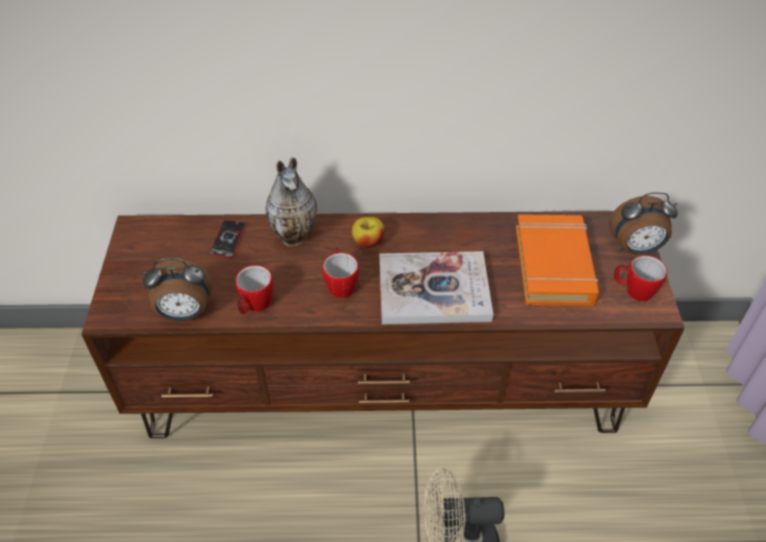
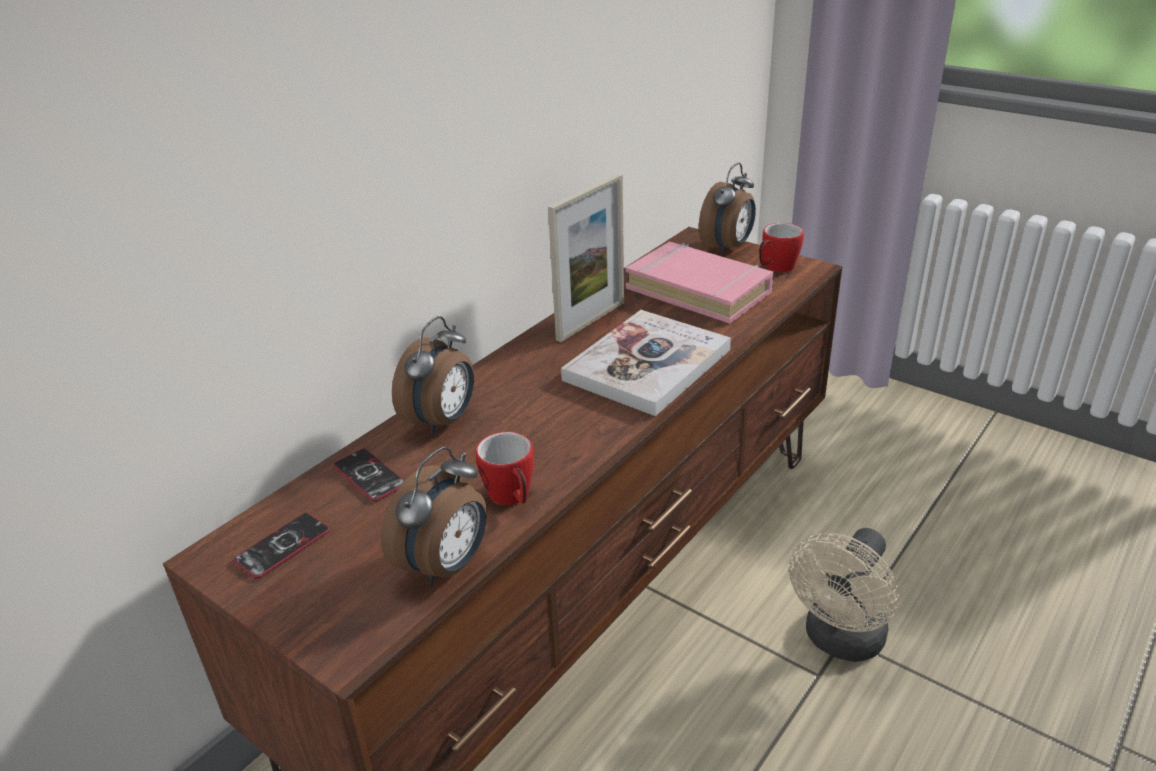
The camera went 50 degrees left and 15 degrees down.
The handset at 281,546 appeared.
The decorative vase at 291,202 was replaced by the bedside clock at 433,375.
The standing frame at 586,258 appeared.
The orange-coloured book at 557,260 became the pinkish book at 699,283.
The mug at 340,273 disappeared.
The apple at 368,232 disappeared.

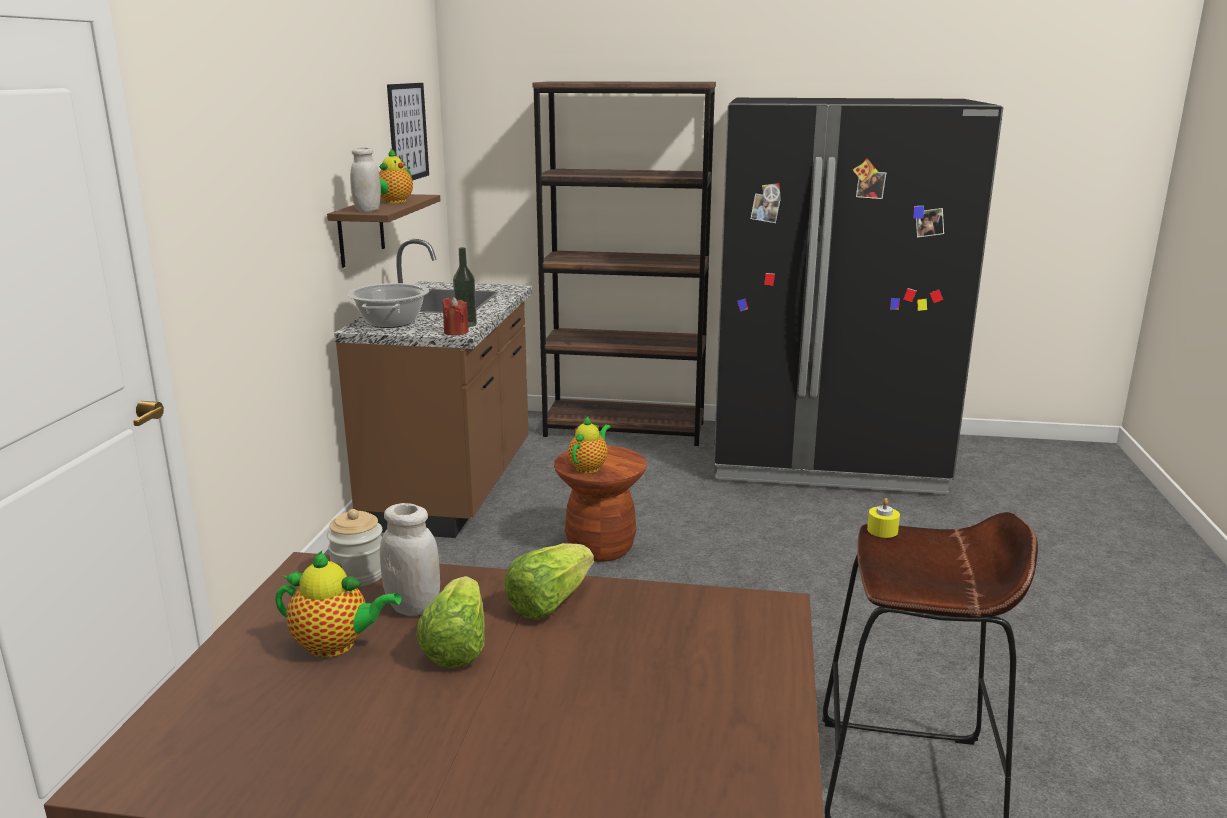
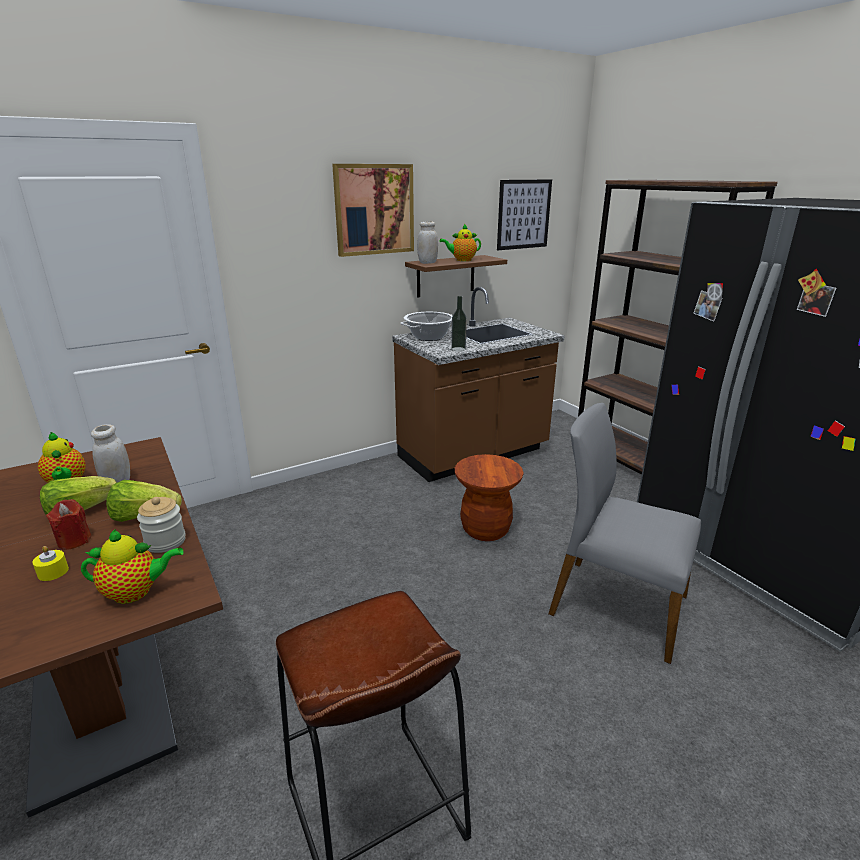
The camera went 50 degrees right and 5 degrees up.
The yellowish candle moved from 883,518 to 50,563.
The red-coloured candle moved from 455,316 to 68,524.
The pot for tea moved from 589,444 to 132,566.
The preserve jar moved from 354,548 to 161,525.
The wall art at 373,210 appeared.
The grey upright chair at 624,533 appeared.

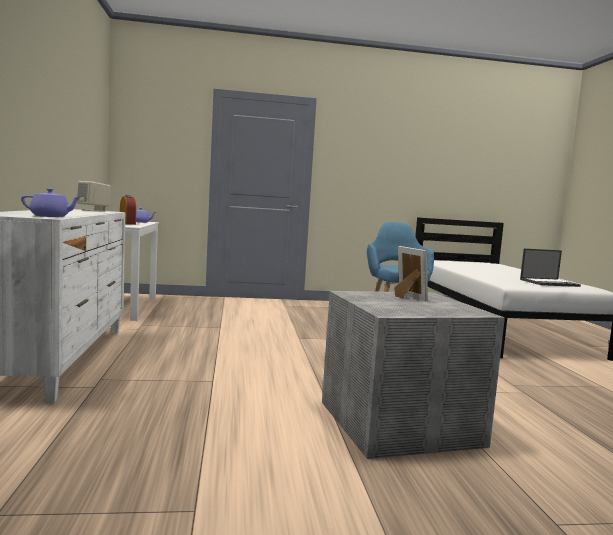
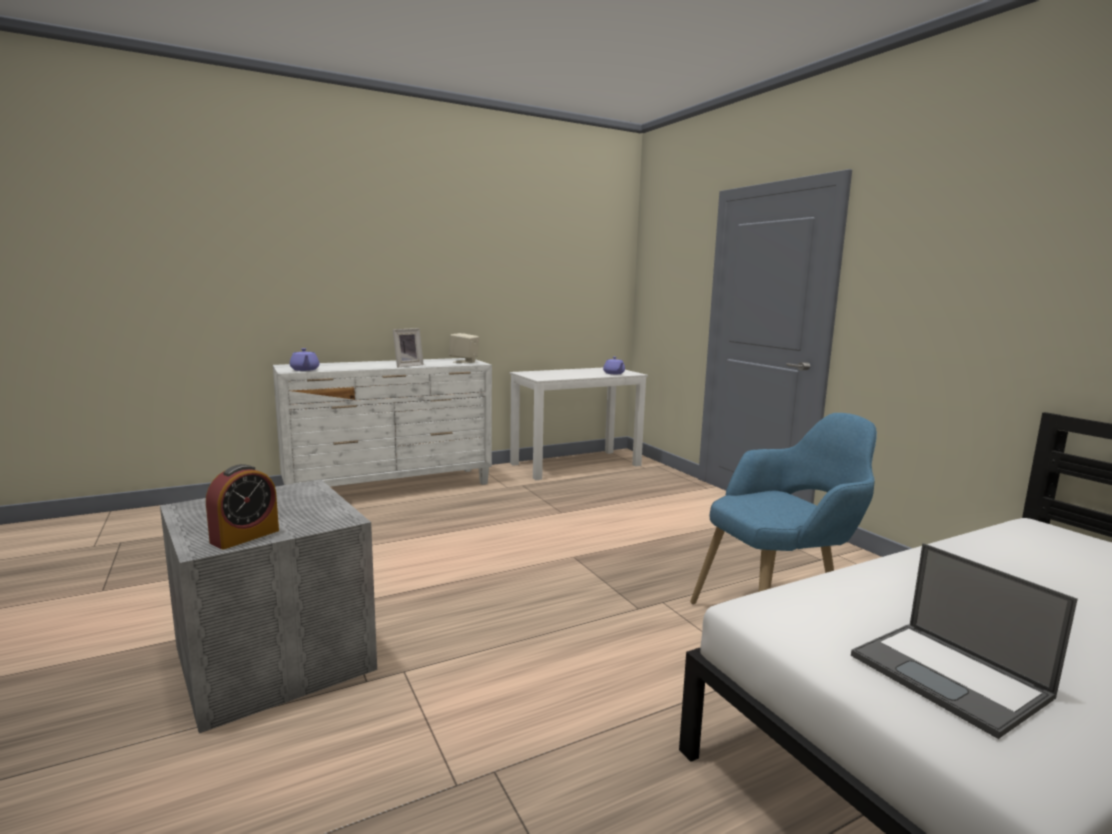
The camera went 70 degrees right and 5 degrees up.
The bedside clock moved from 128,210 to 242,506.
The standing frame moved from 411,274 to 408,348.

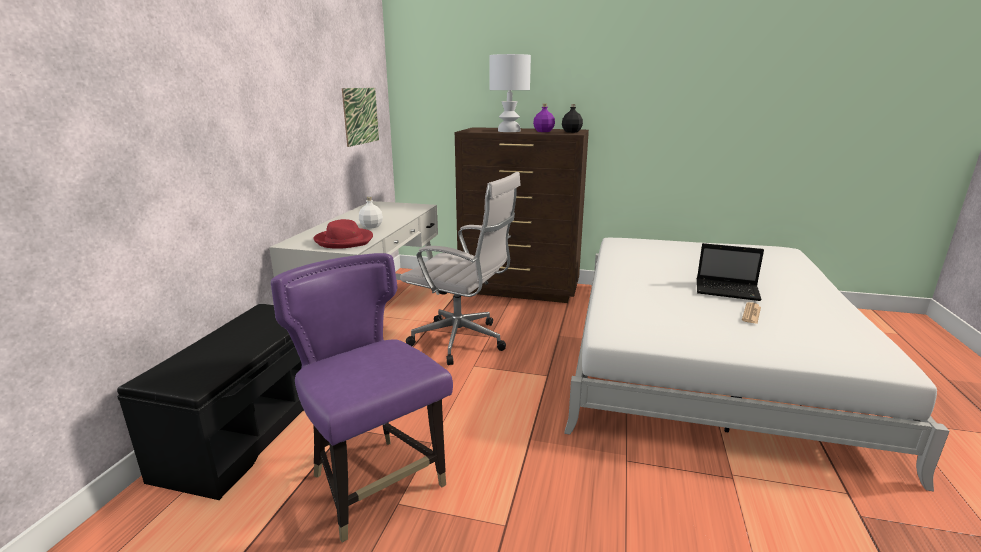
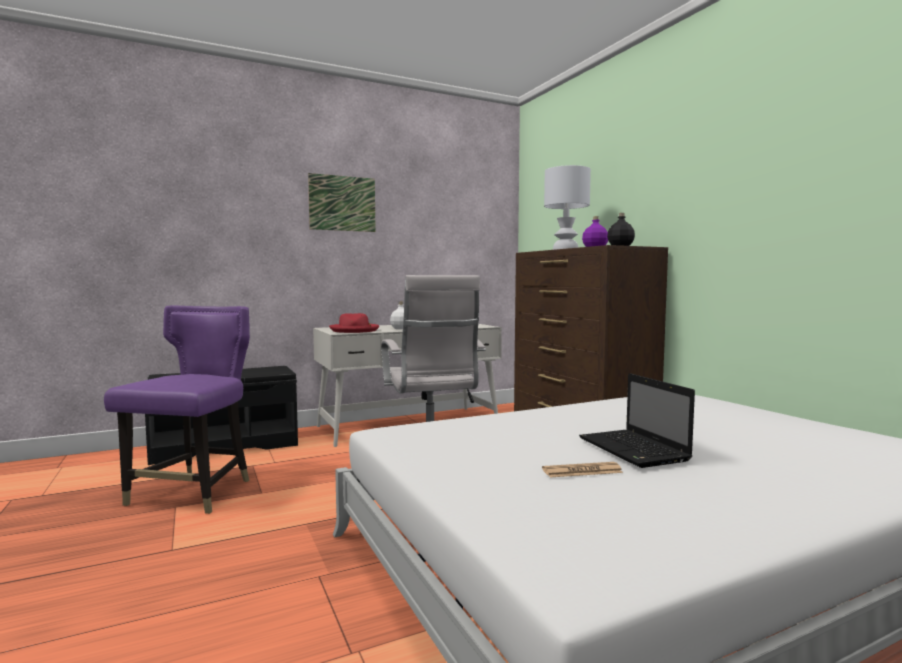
The camera went 50 degrees right and 15 degrees down.
The wall art moved from 360,117 to 342,202.

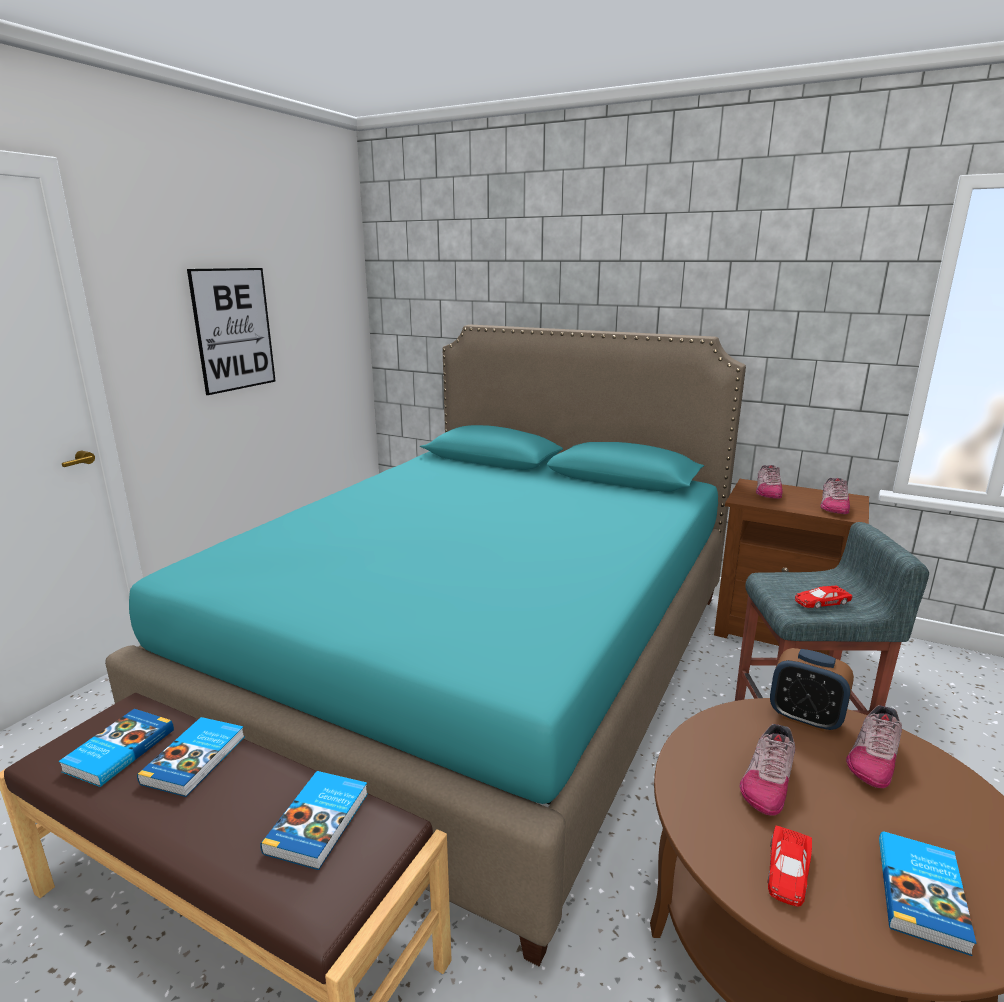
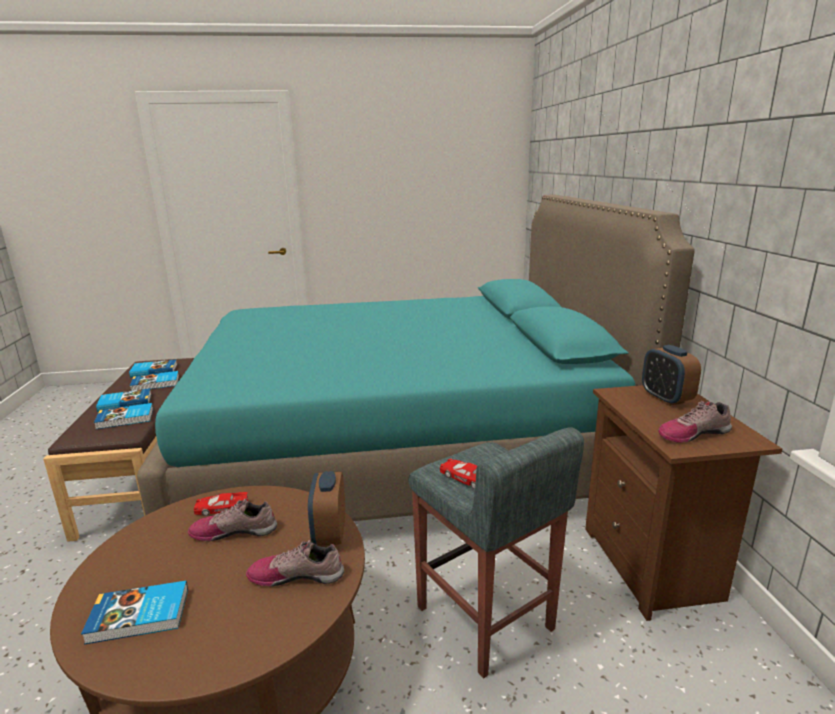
The camera went 55 degrees right and 0 degrees up.
The book at 124,400 appeared.
The red-coloured toy car moved from 789,866 to 220,504.
The item of footwear at 769,482 was replaced by the bedside clock at 671,375.
The wall art at 231,331 disappeared.

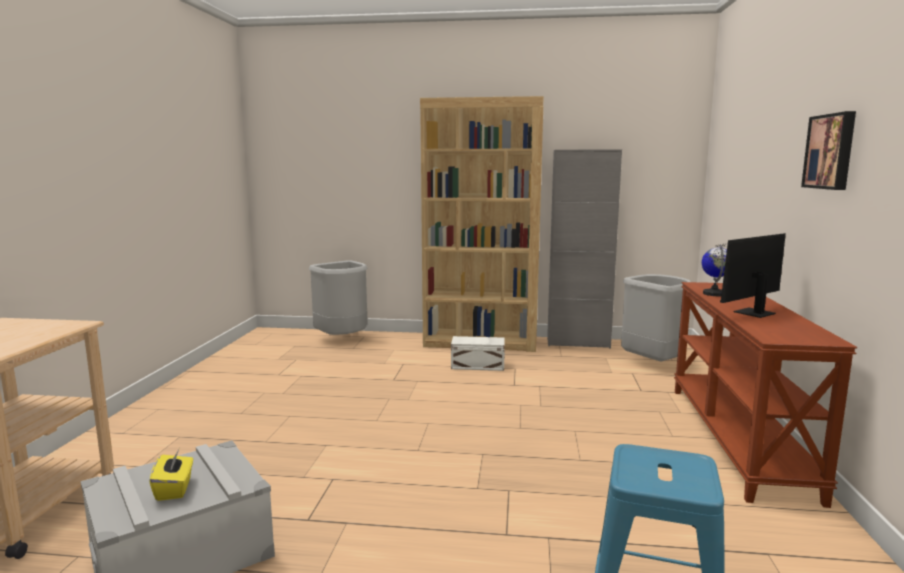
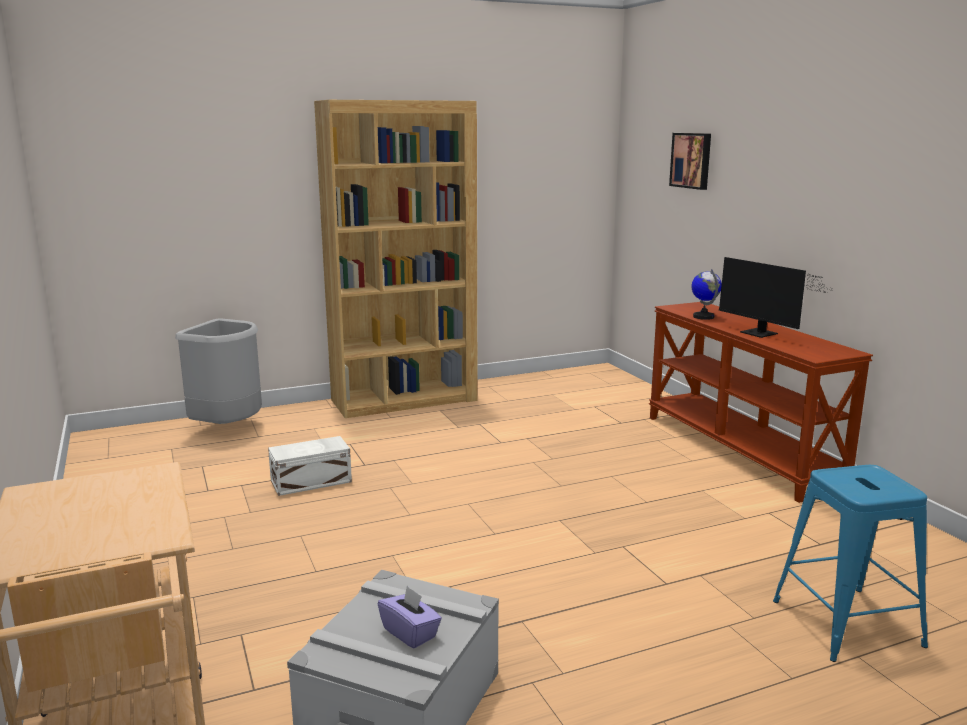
The camera went 30 degrees left and 5 degrees up.
The whitish storage container moved from 478,353 to 310,466.
The yellowish tissue box at 171,475 became the purplish tissue box at 410,617.
The wall art moved from 828,150 to 690,161.
The monitor at 745,275 turned 60 degrees counterclockwise.
The grey storage cabinet at 584,248 disappeared.
The grey rubbish bin at 656,318 disappeared.

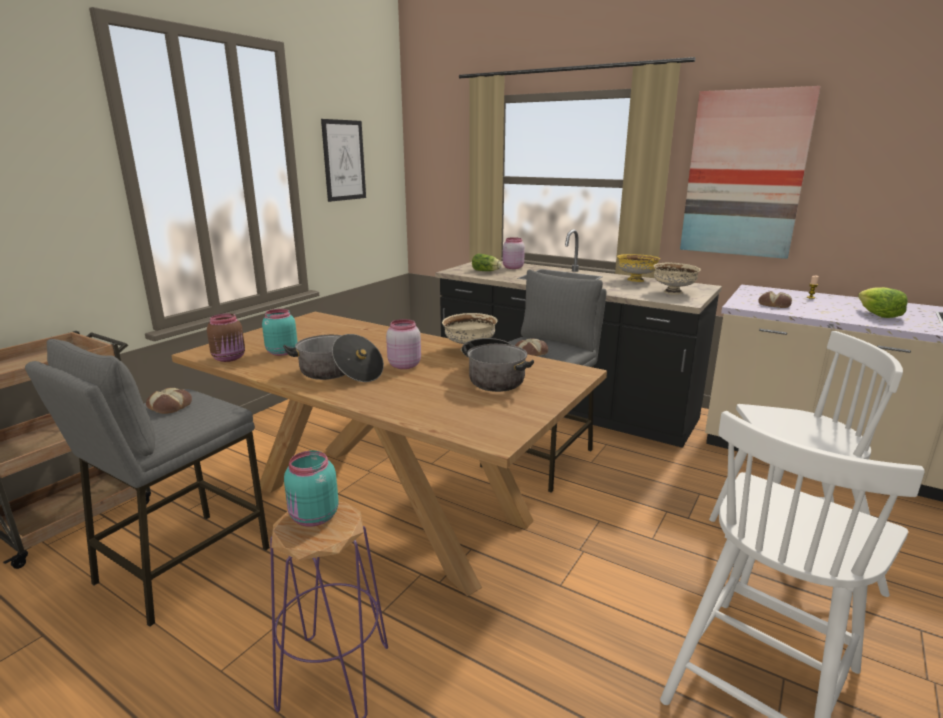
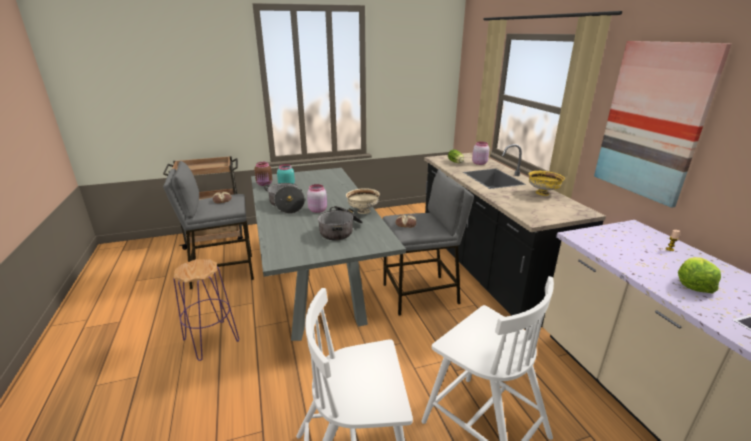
The camera went 40 degrees right and 5 degrees up.
The brown-coloured dinner table at 389,454 became the grey dinner table at 328,254.
The blue-green preserve jar at 311,488 disappeared.
The wall art at 343,160 disappeared.
The sand-coloured deep dish at 677,279 disappeared.
The baked bread at 775,299 disappeared.

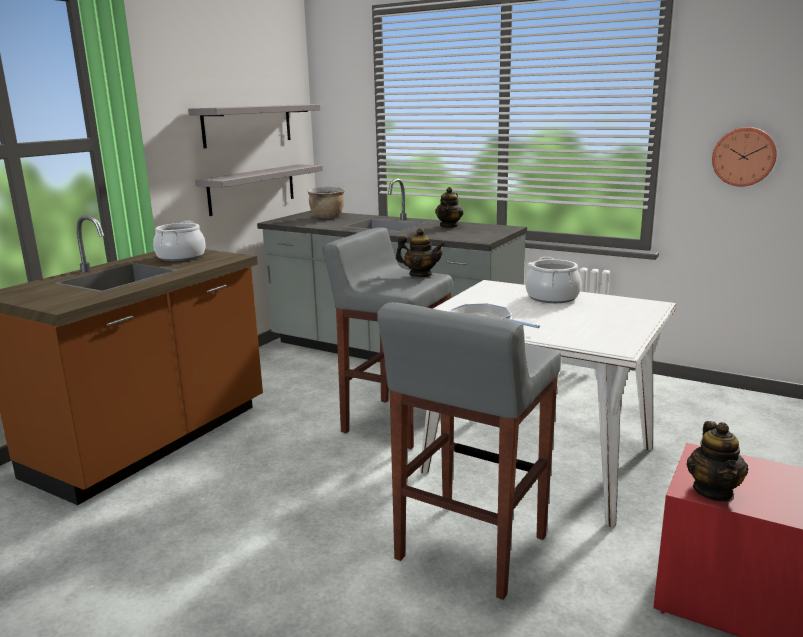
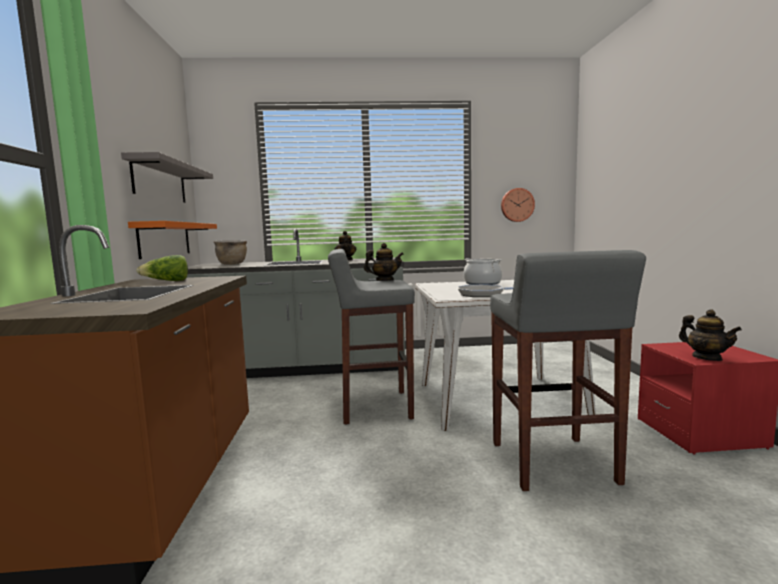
The camera went 35 degrees left and 10 degrees down.
The grey bracket shelf at 259,190 became the orange-coloured bracket shelf at 172,240.
The stockpot at 179,241 was replaced by the head of lettuce at 162,268.

